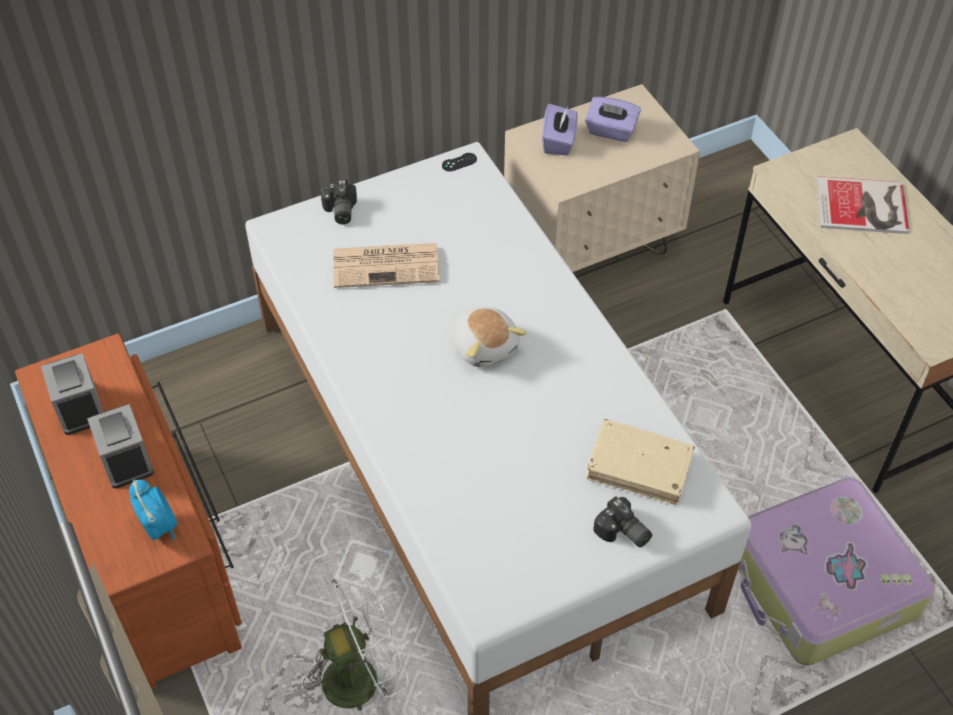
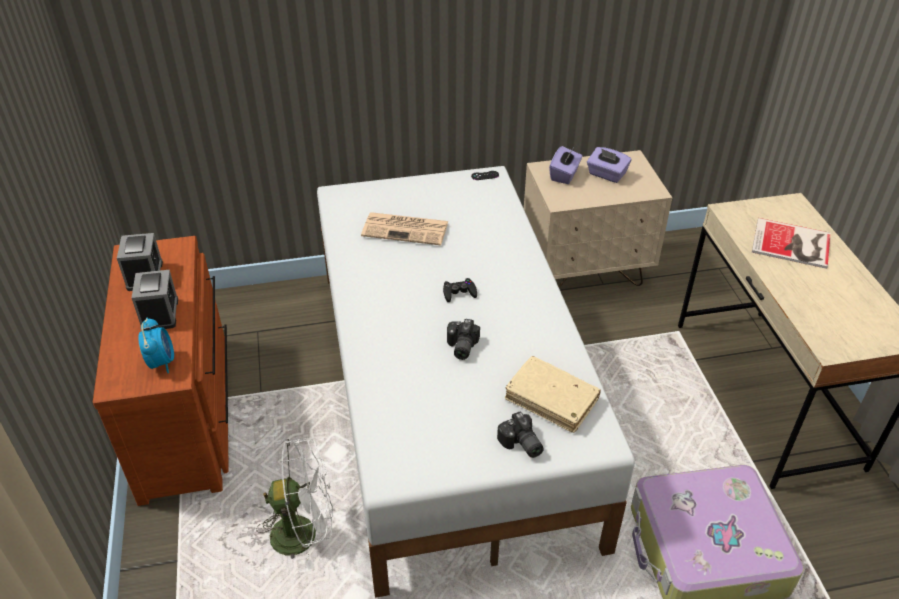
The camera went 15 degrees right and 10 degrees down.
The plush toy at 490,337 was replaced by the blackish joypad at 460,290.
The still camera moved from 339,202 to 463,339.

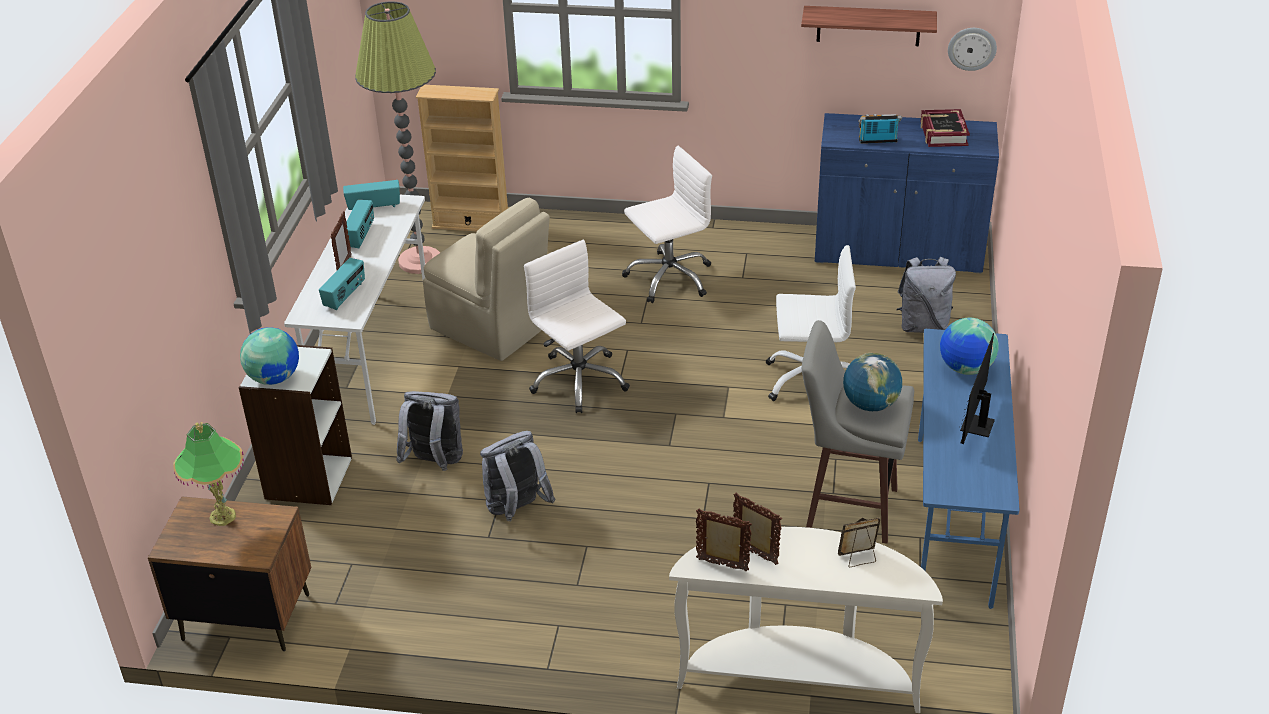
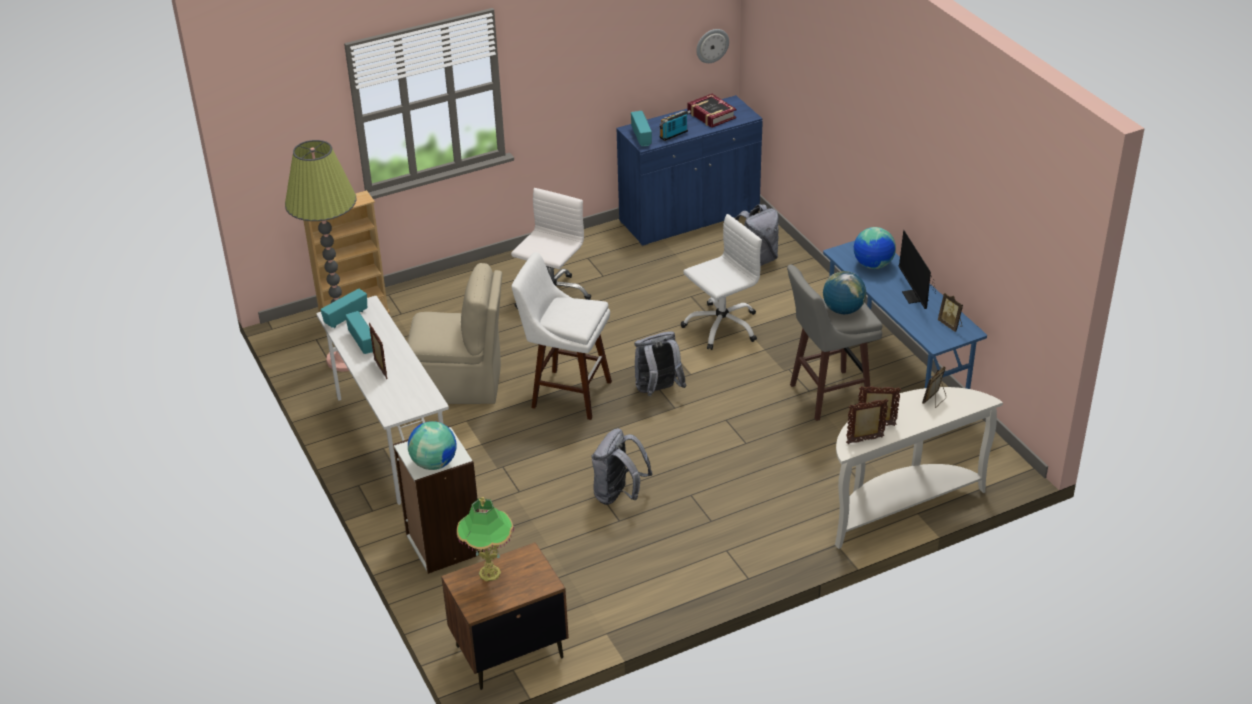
The camera went 35 degrees left and 0 degrees up.
The whitish desk chair at 577,326 was replaced by the whitish sitting stool at 562,336.
The radio moved from 342,284 to 641,128.
The grey knapsack moved from 429,431 to 660,363.
The standing frame at 950,312 appeared.
The bracket shelf at 869,26 disappeared.

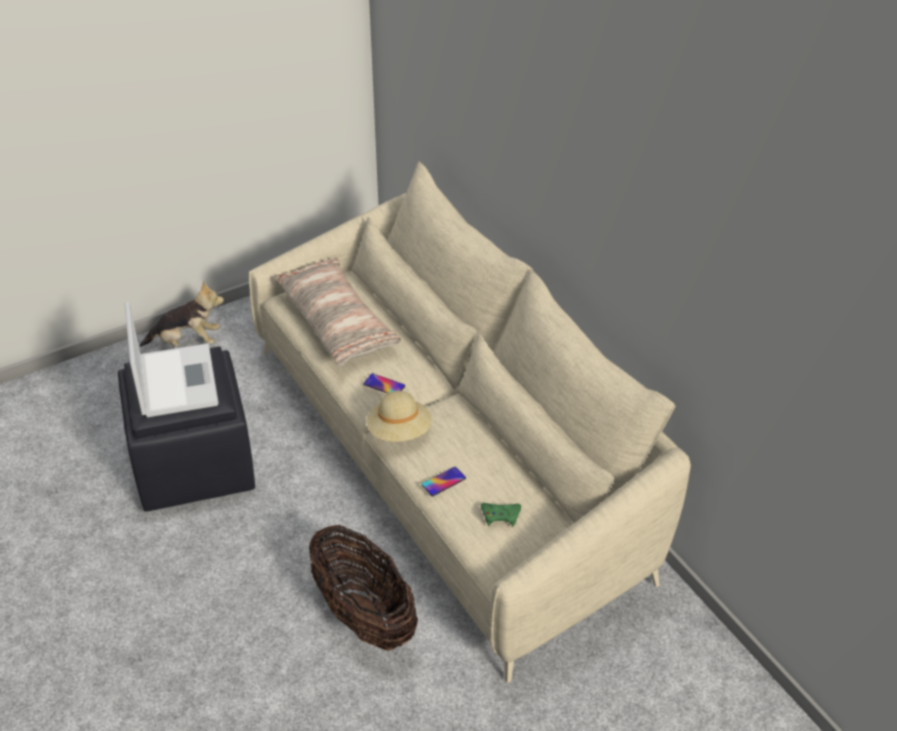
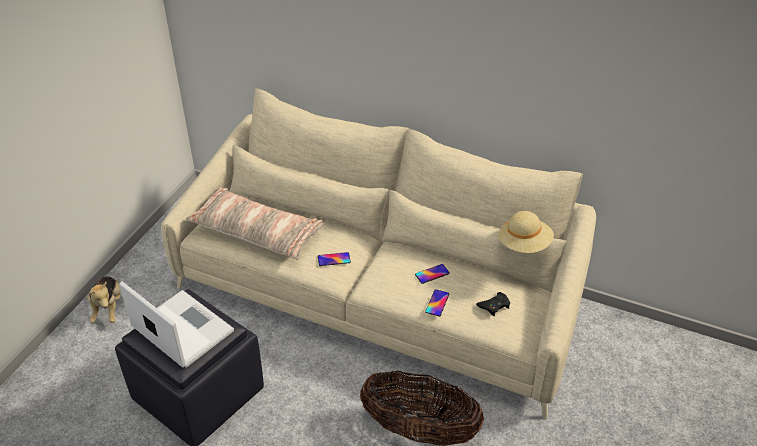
The camera went 35 degrees left and 0 degrees up.
The plush toy at 182,314 turned 120 degrees clockwise.
The handset at 432,274 appeared.
The greenish joypad at 501,515 became the blackish joypad at 493,304.
The sand-coloured hat moved from 399,416 to 526,232.

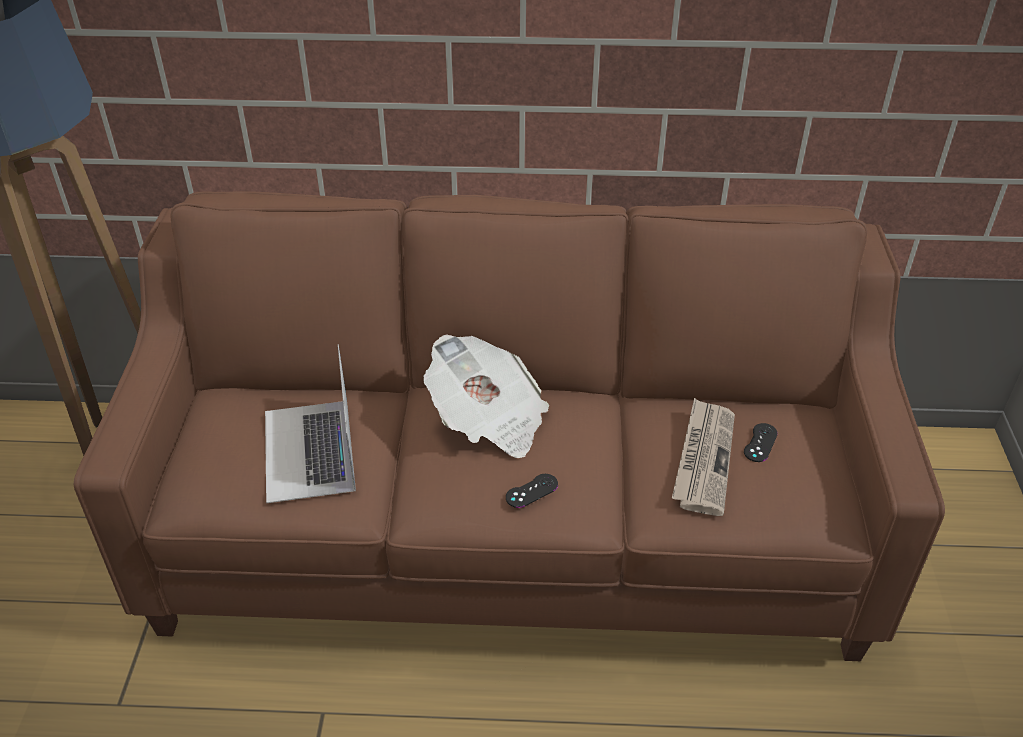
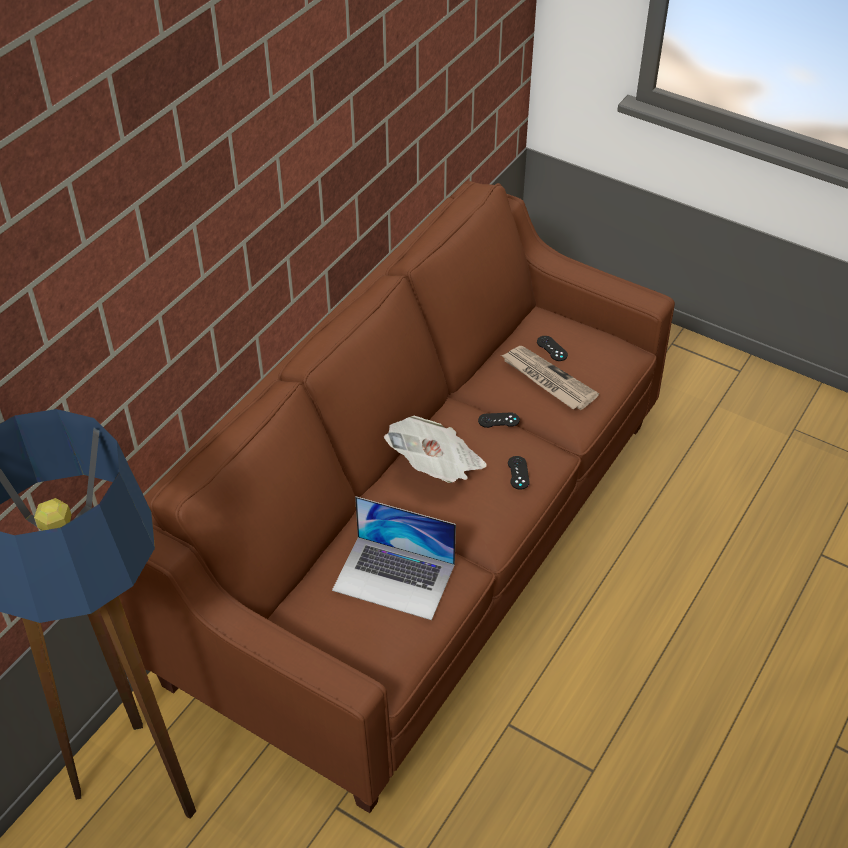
The camera went 60 degrees left and 5 degrees up.
The blackish joypad at 499,420 appeared.

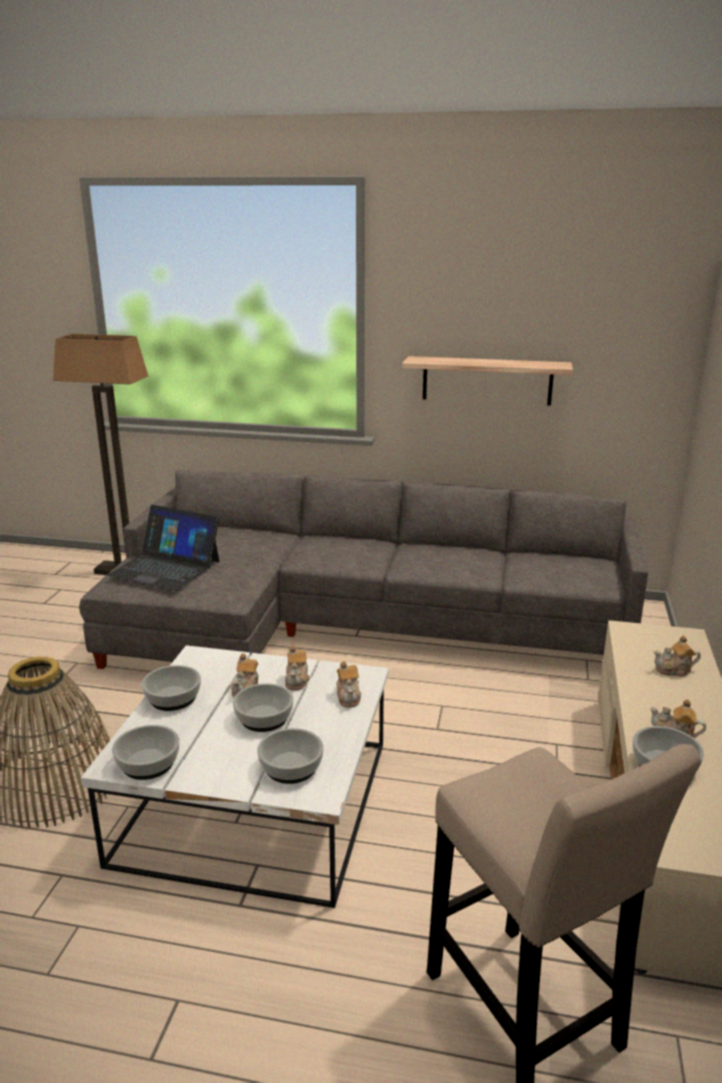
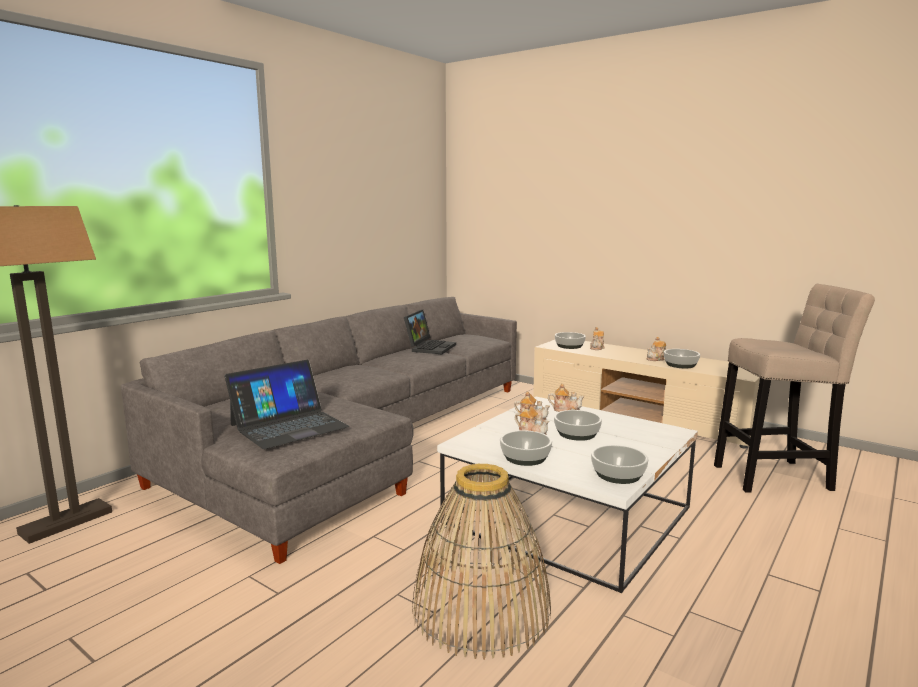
The camera went 65 degrees left and 10 degrees down.
The portable computer at 430,332 appeared.
The deep dish moved from 290,756 to 570,340.
The bracket shelf at 487,381 disappeared.

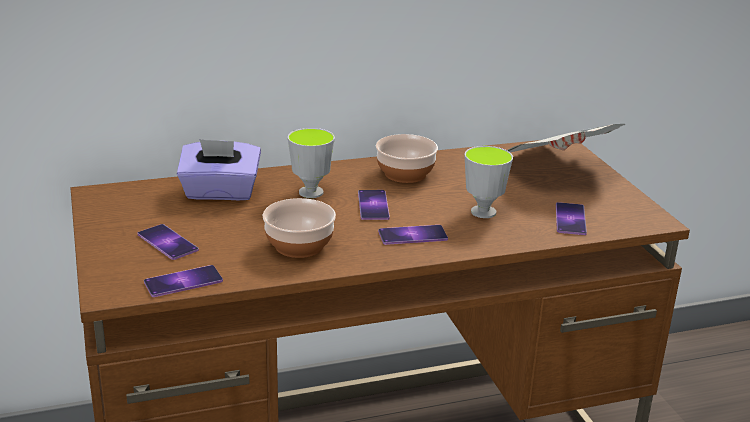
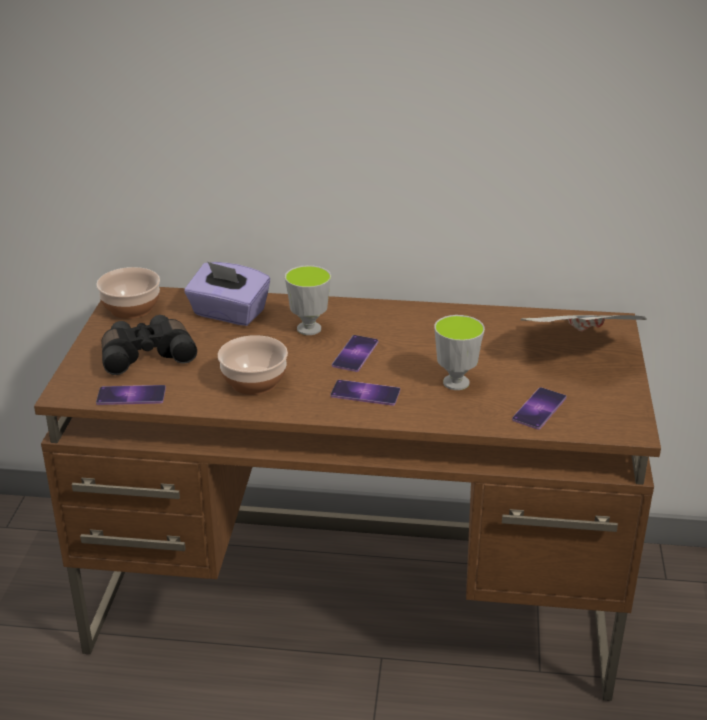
The camera went 25 degrees right and 5 degrees up.
The deep dish moved from 407,158 to 128,293.
The handset at 168,242 was replaced by the blackish binoculars at 149,345.

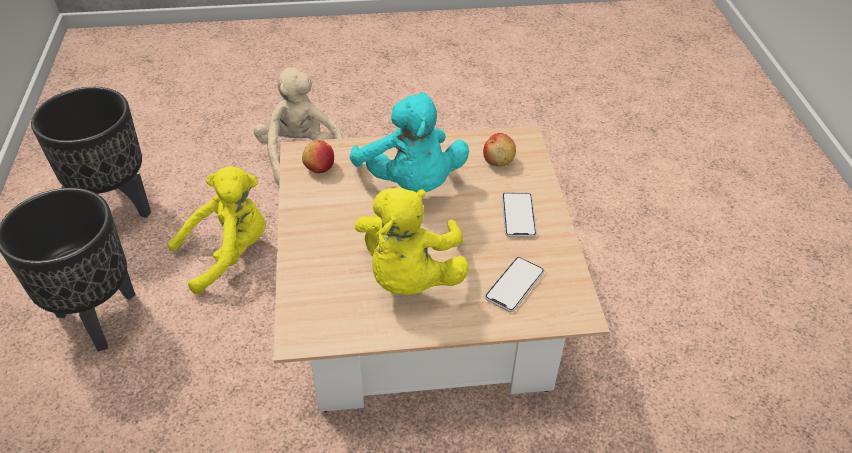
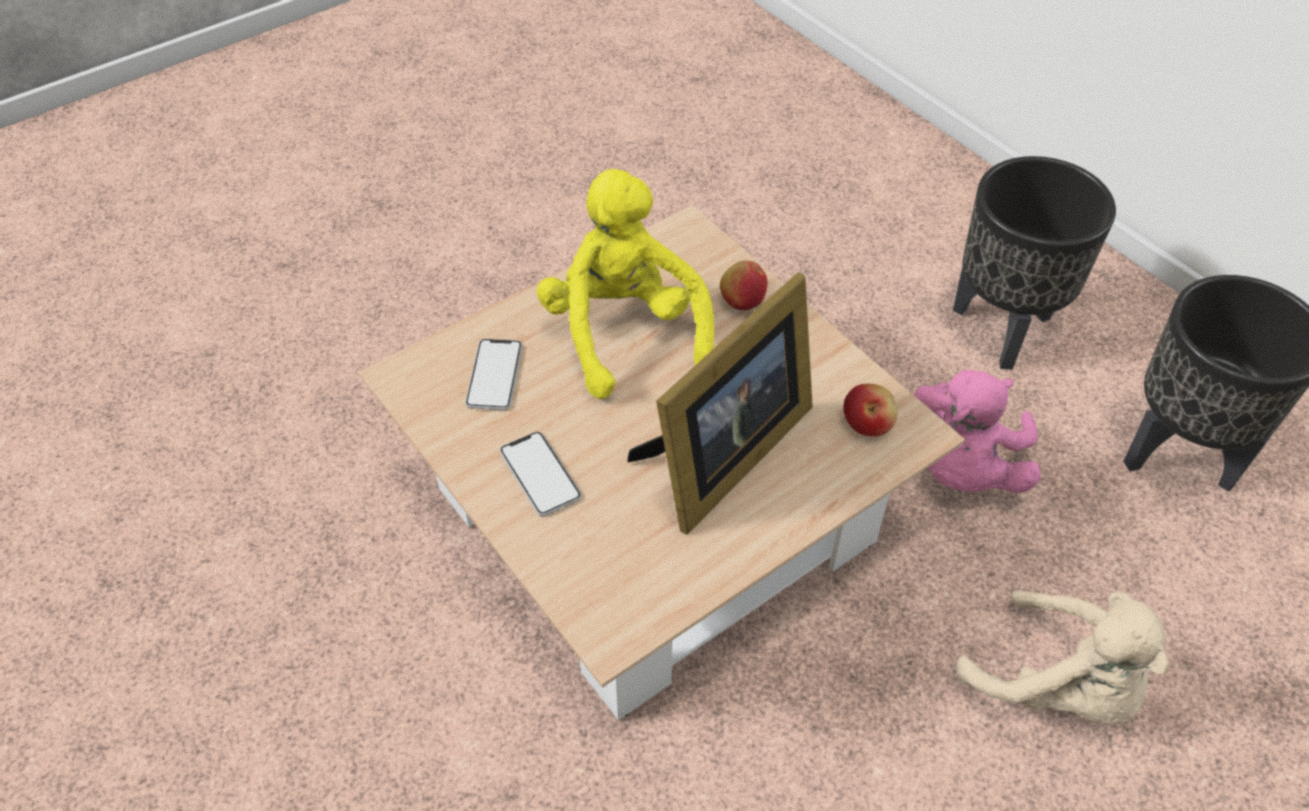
The camera went 150 degrees right and 5 degrees up.
The blue-green plush toy at 409,142 was replaced by the standing frame at 720,403.
The apple moved from 499,149 to 743,285.
The yellowish plush toy at 217,230 became the pinkish plush toy at 977,431.

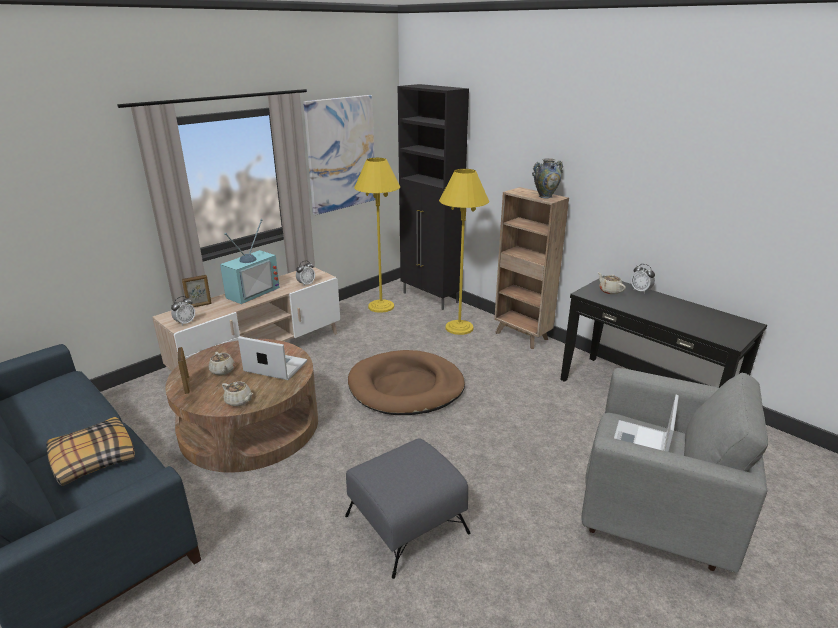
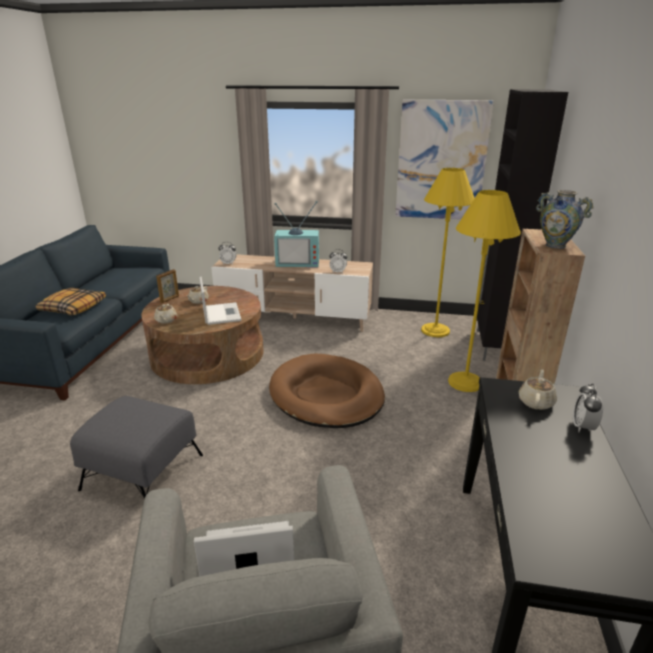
The camera went 55 degrees right and 0 degrees up.
The standing frame at 197,291 disappeared.

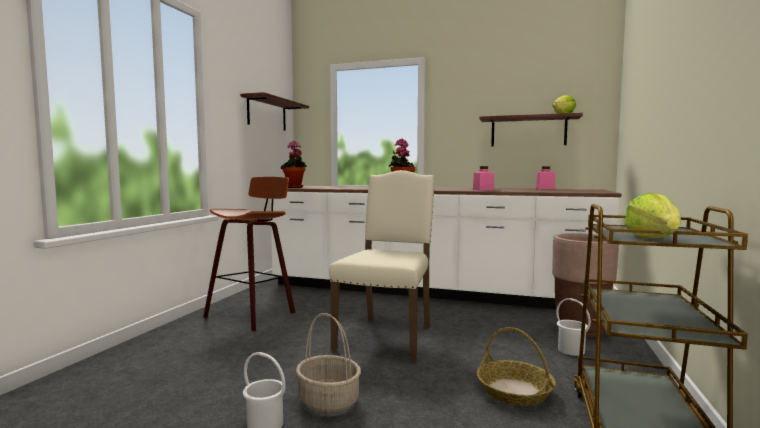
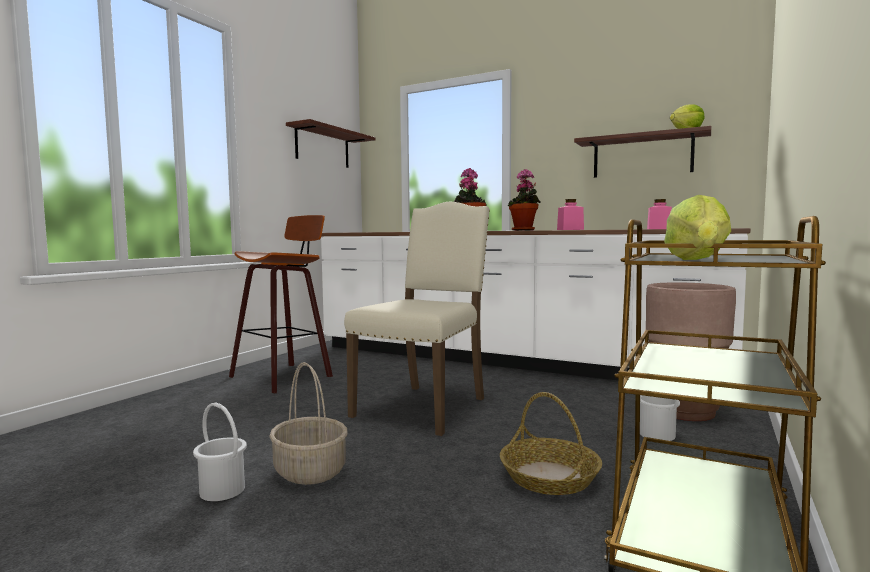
The camera went 10 degrees right and 0 degrees up.
The houseplant moved from 293,164 to 524,200.

